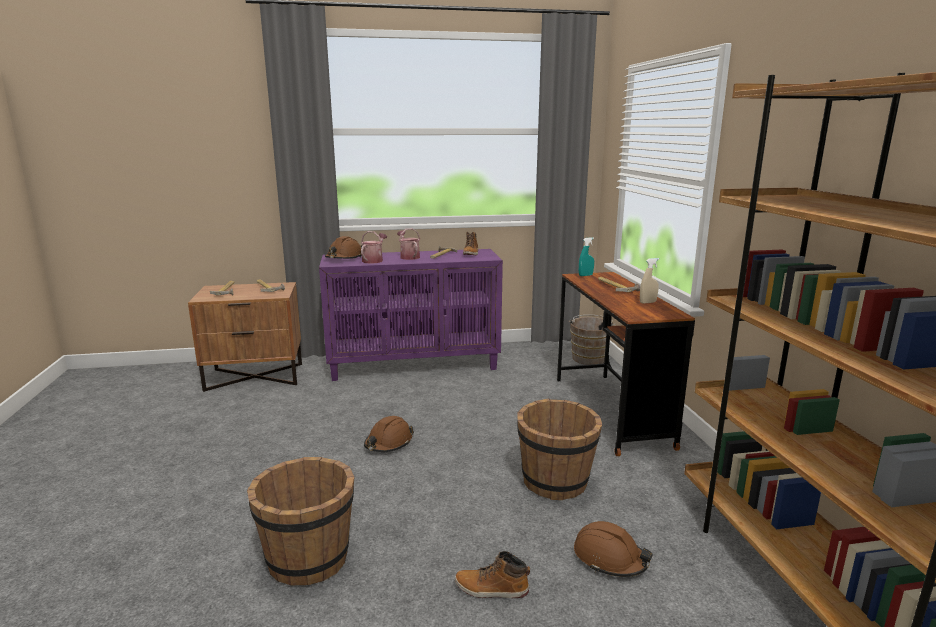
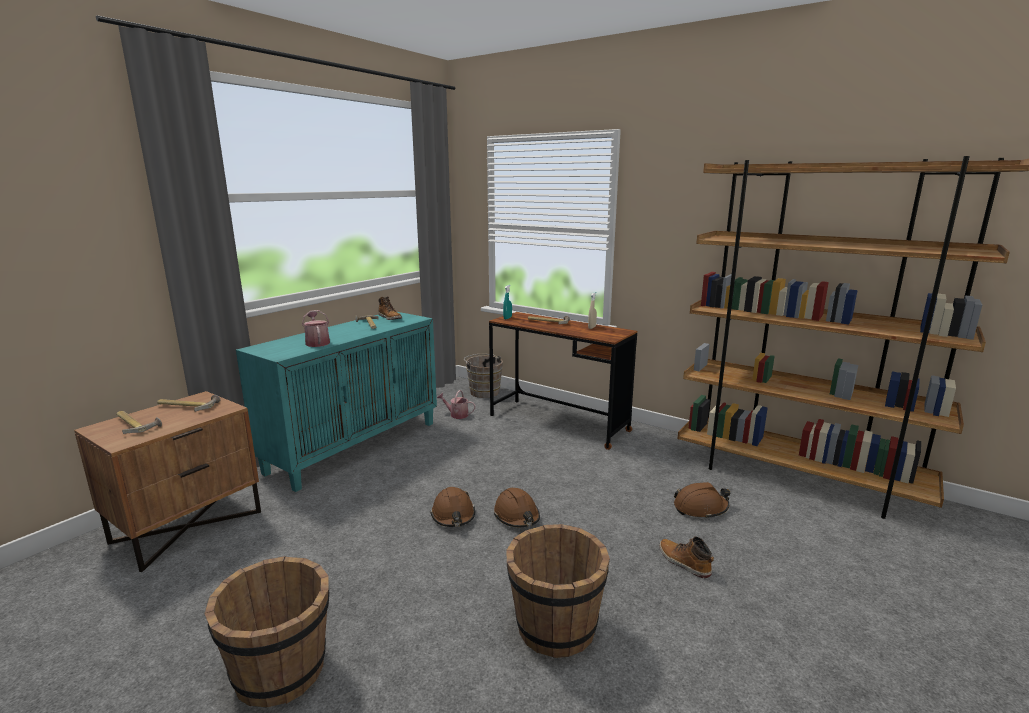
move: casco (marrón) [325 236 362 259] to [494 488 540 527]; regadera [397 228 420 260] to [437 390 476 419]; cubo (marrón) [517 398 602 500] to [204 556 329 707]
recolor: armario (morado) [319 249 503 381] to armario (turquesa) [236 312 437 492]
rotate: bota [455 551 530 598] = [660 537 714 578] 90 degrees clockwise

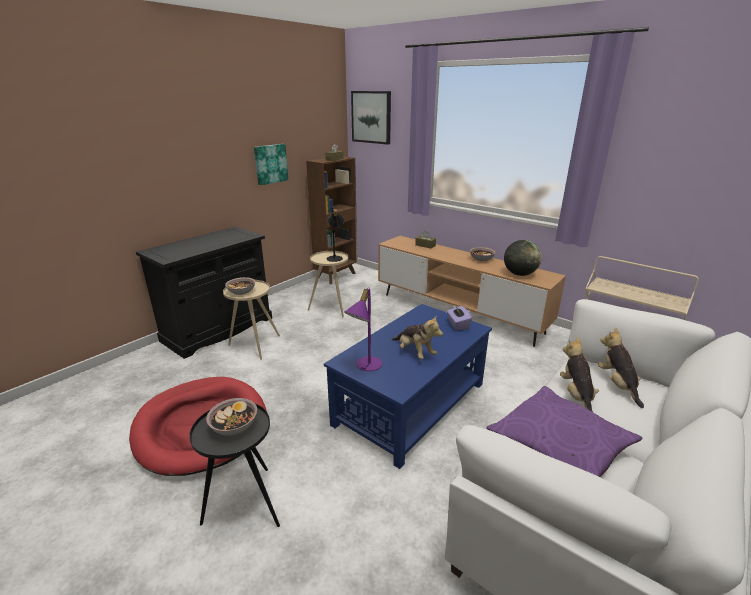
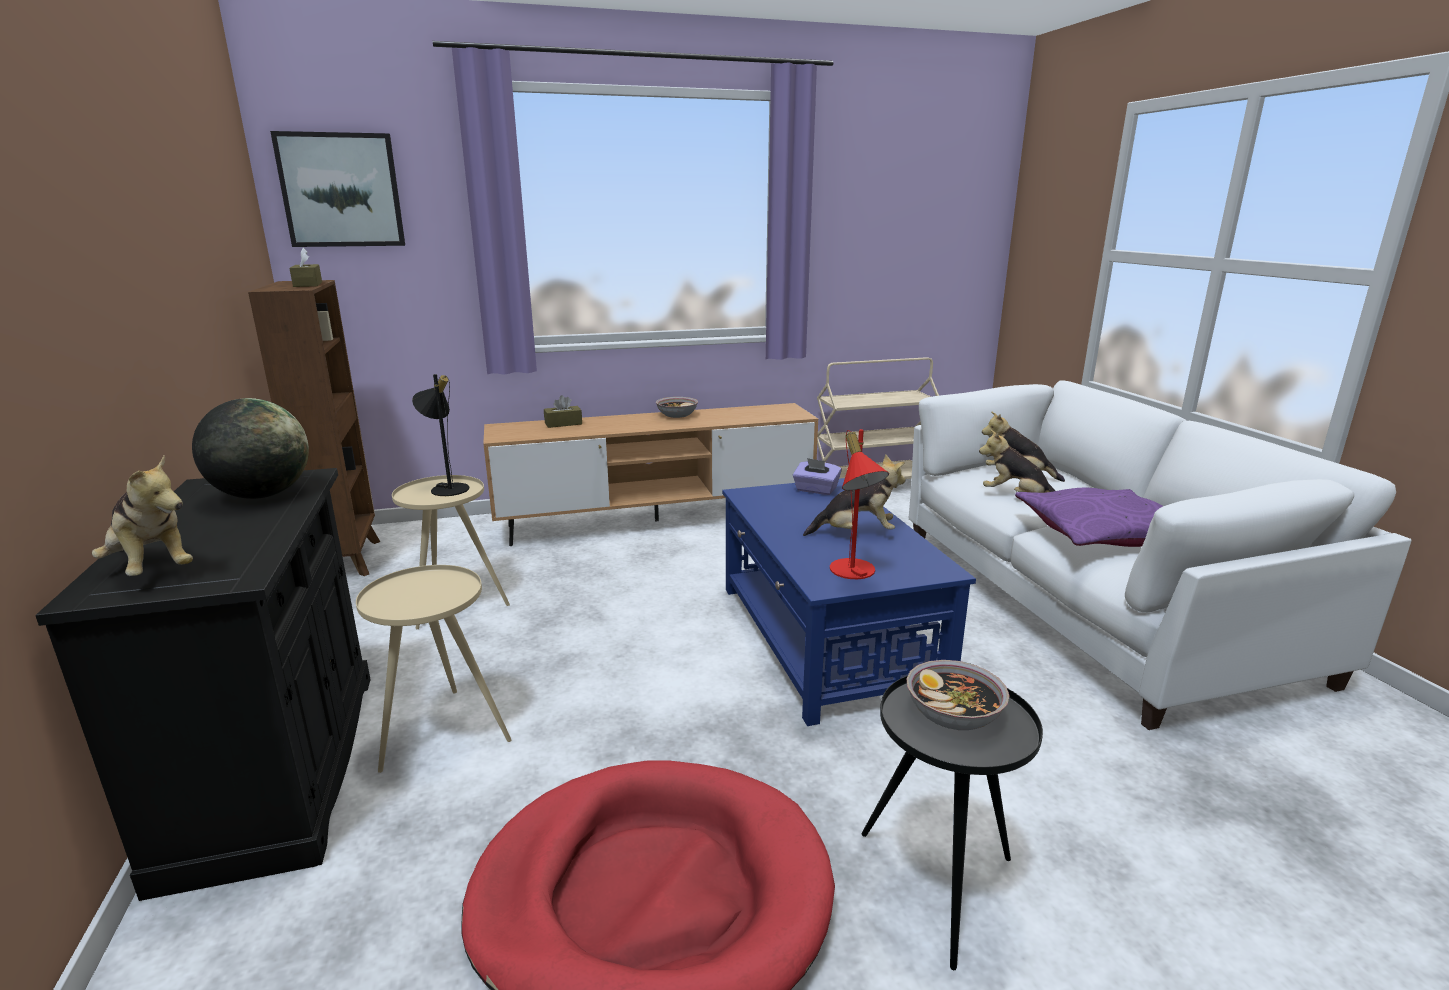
delete: cuenco [225 277 256 295]; cuadro [254 144 288 185]
insert: peluche [92 455 193 576]
move: globo terráqueo [504 240 541 276] to [192 398 309 499]
recolor: lámpara de mesa (morado) [344 287 382 371] to lámpara de mesa (rojo) [830 429 889 579]

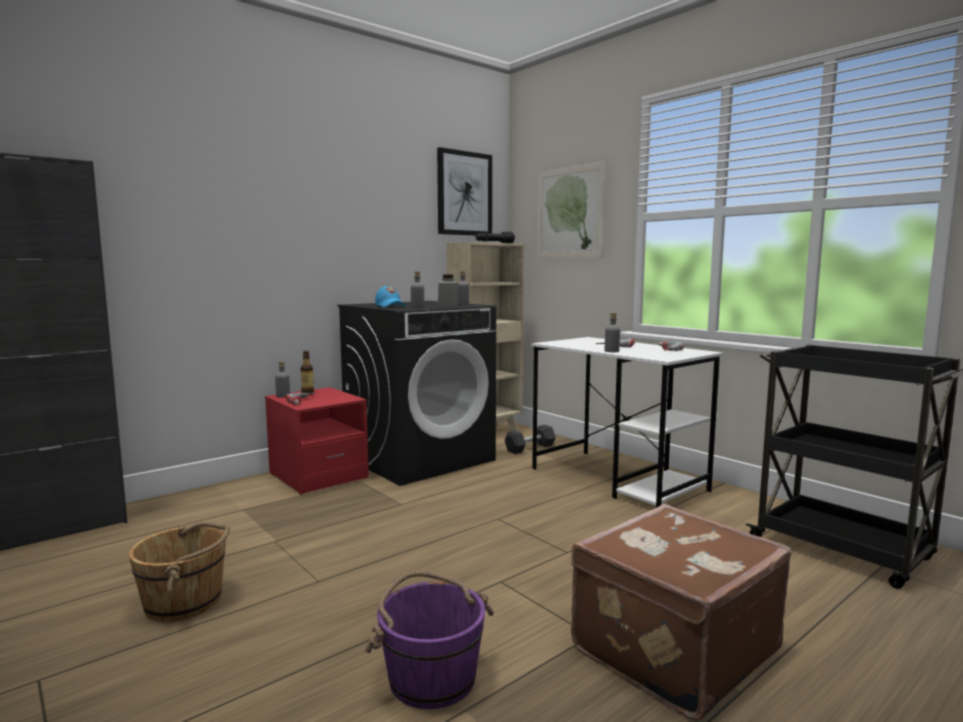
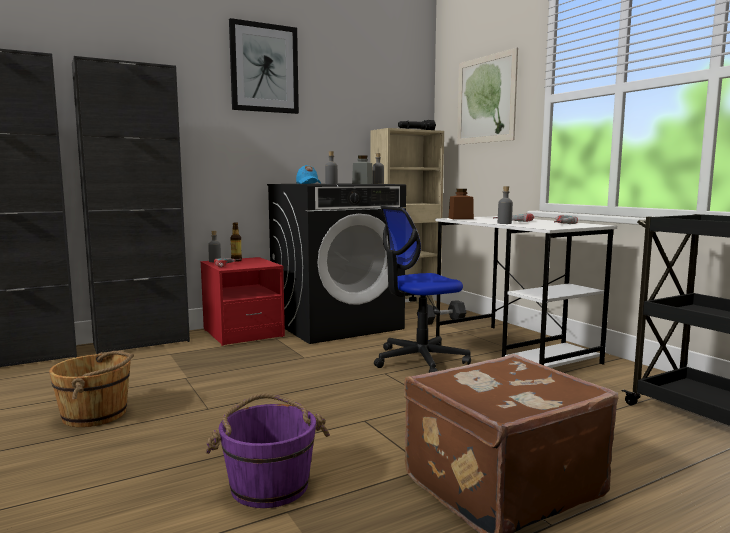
insert: armario (negro) [72 56 190 354]; silla de oficina [374 206 471 373]; tarro (marrón) [449 189 474 219]
move: cuadro [437 147 492 236] to [229 18 299 114]

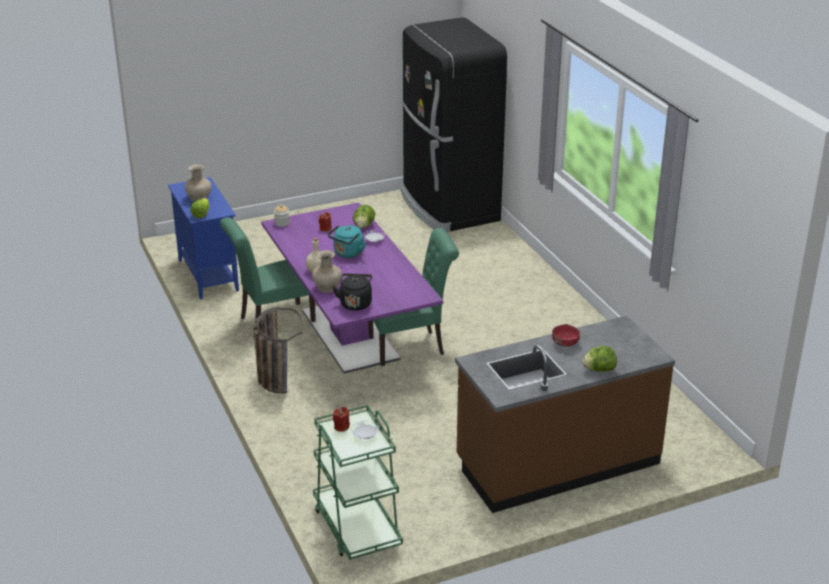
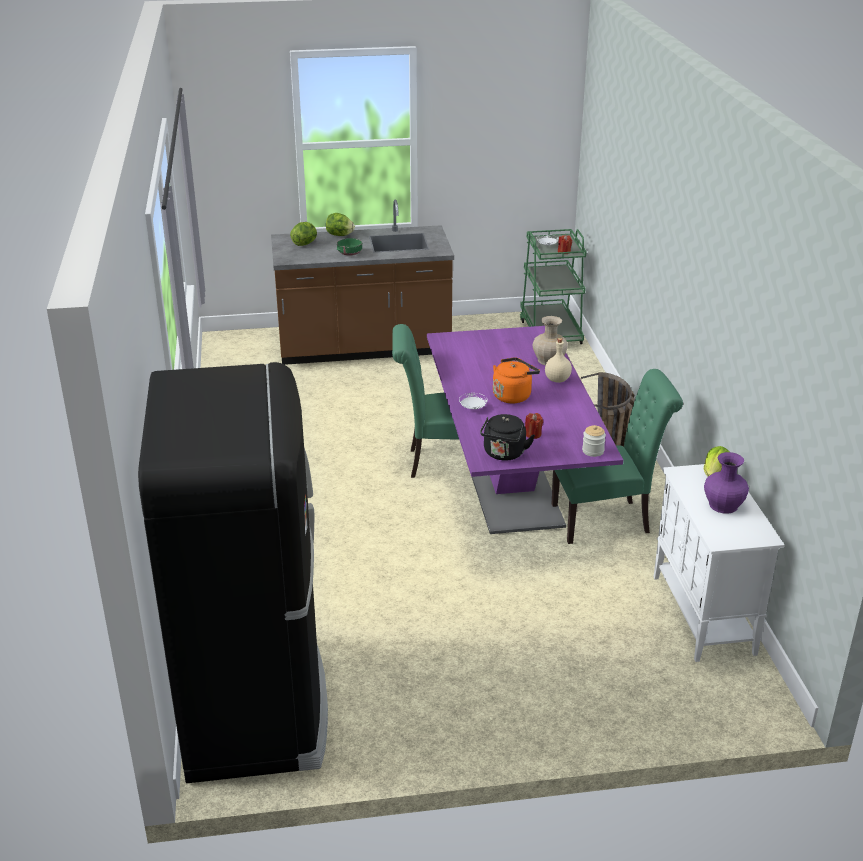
move: hervidor (negro) [332 273 373 310] to [480 414 535 461]; lechuga [353 205 375 229] to [290 222 317 246]
recolor: armario (azul) [168 177 239 299] to armario (blanco) [654 464 785 662]; florero (beis) [185 164 212 202] to florero (morado) [704 452 749 514]; hervidor (turquesa) [328 225 366 258] to hervidor (naranja) [493 357 540 403]; cuenco (rojo) [552 324 580 347] to cuenco (verde) [337 238 362 255]

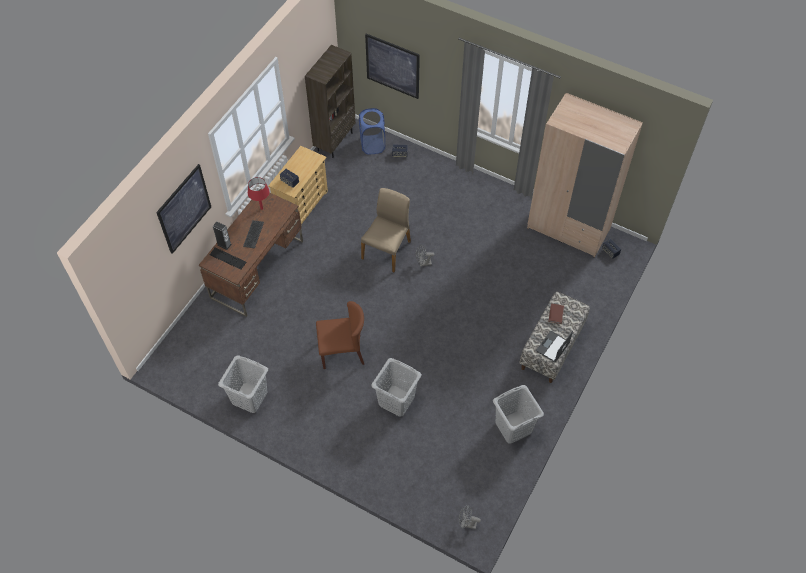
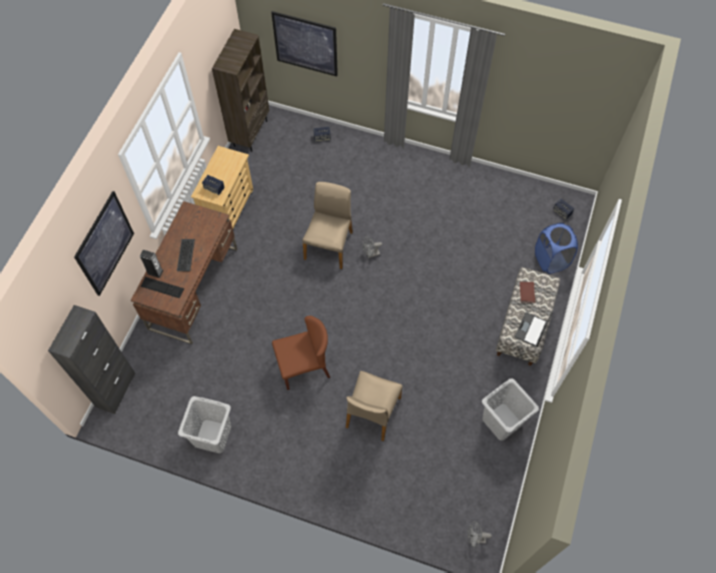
delete: lámpara de mesa (rojo) [248 177 270 210]; armario ropero (beis) [527 93 643 258]
insert: armario (negro) [48 305 135 414]
move: cesto de la ropa (azul) [359 108 385 154] to [535 223 578 274]
replace: cesto de la ropa (gris) [371 358 421 417] to silla (beis) [346 371 402 441]

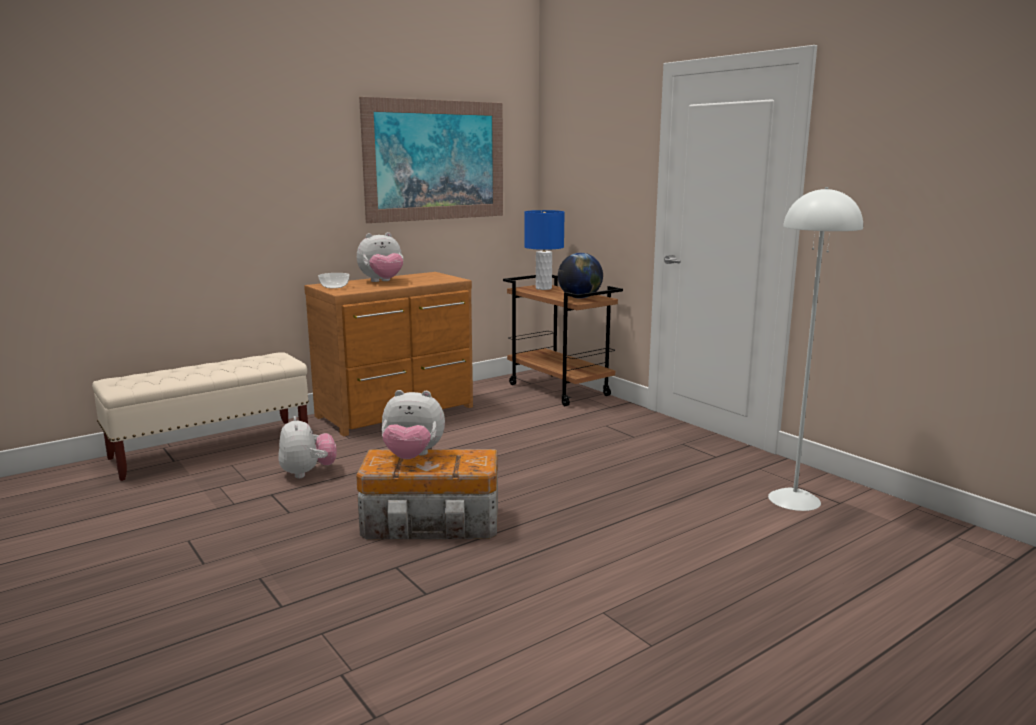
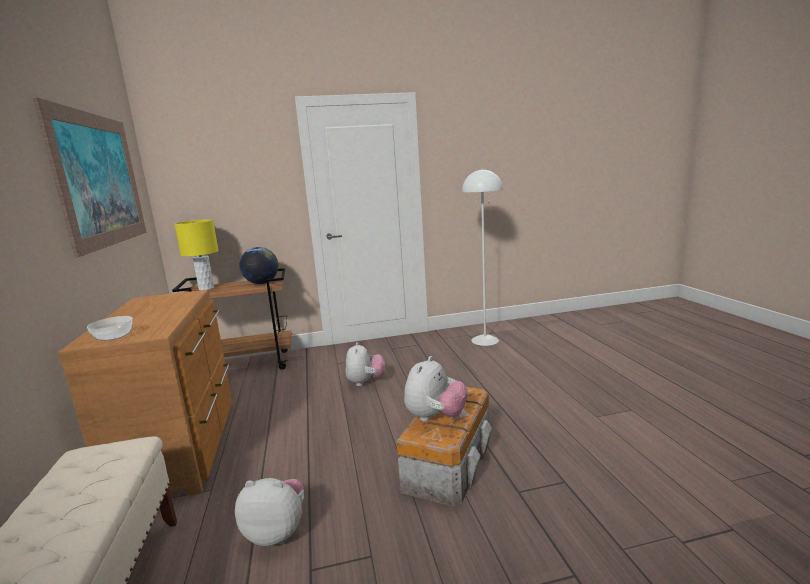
move: peluche [357 232 403 282] to [345 342 385 386]
recolor: lámpara de mesa (azul) [524 210 565 290] to lámpara de mesa (amarillo) [174 219 219 290]

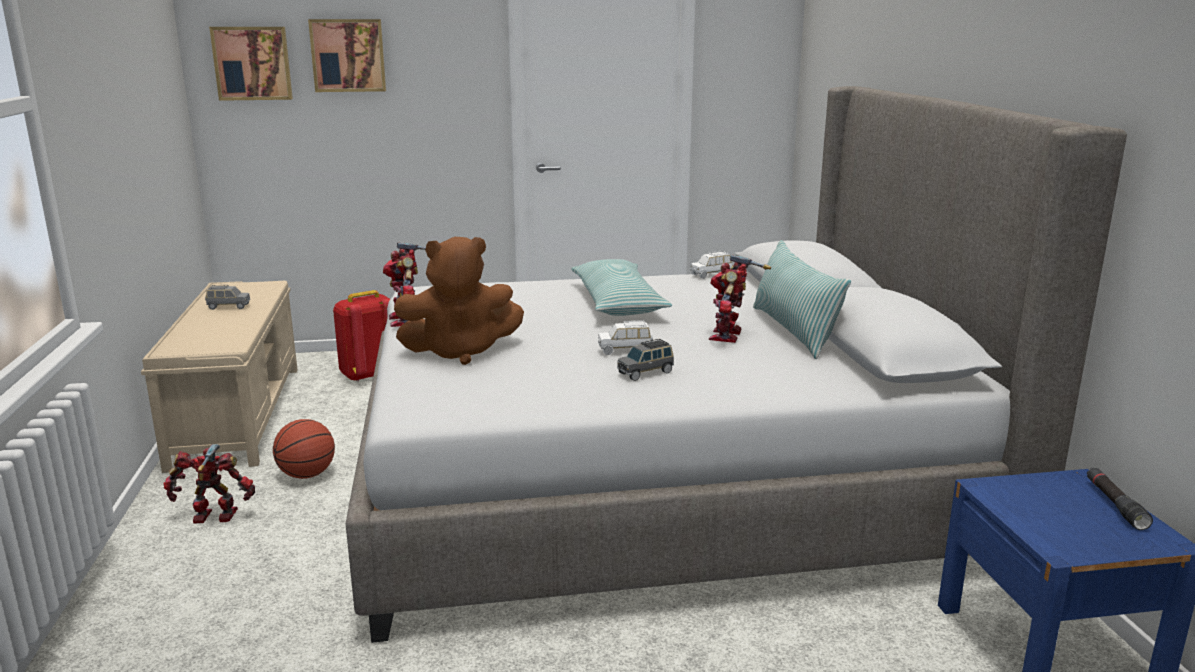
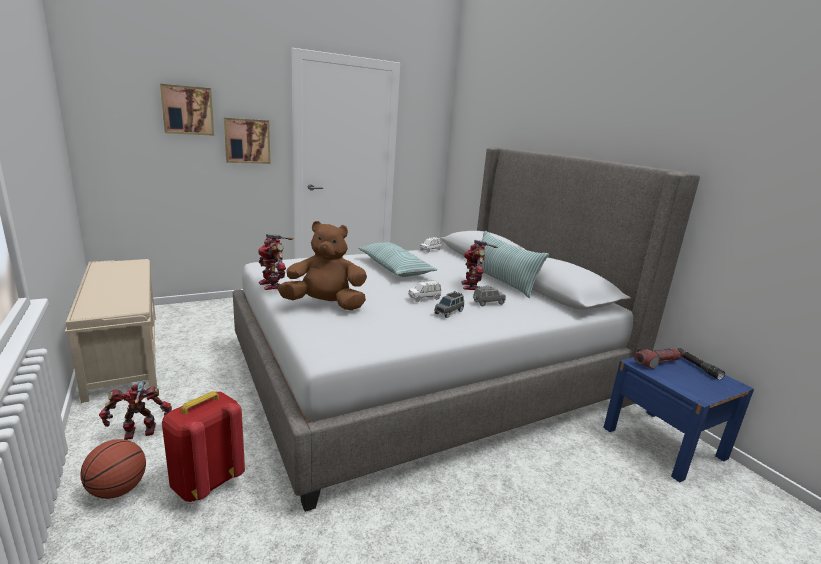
insert: linterna [634 348 681 369]
move: coche de juguete (gris) [205 285 250 310] to [473 286 506 306]; cuadro [209 27 293 101] to [224 118 270 164]; balón de baloncesto [273 419 335 479] to [81 439 146 499]; mochila (rojo) [333 290 390 382] to [162 391 245 502]
rotate: peluche (marrón) [394 237 524 365] = [277 221 367 310] 150 degrees counterclockwise

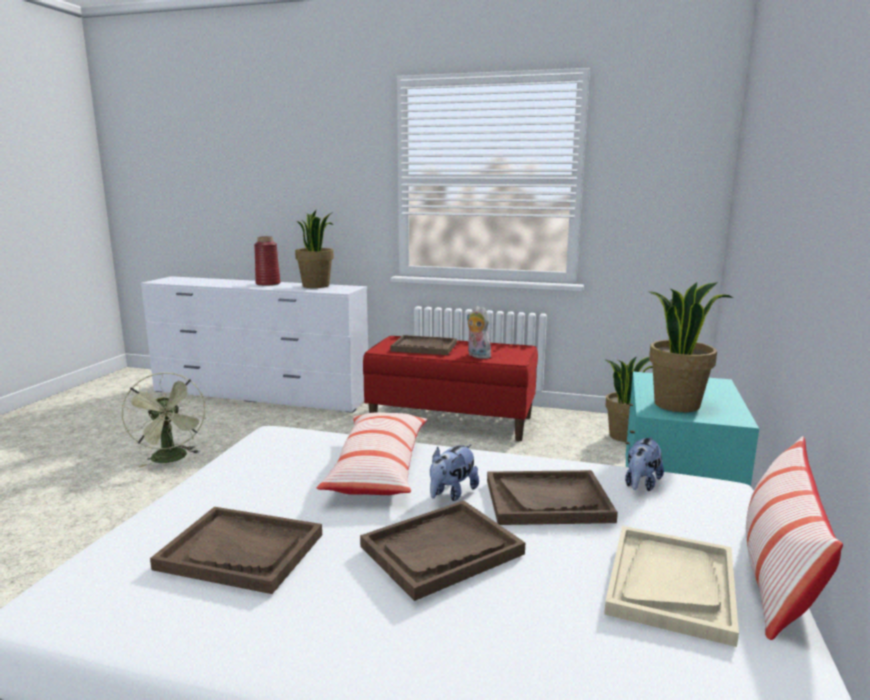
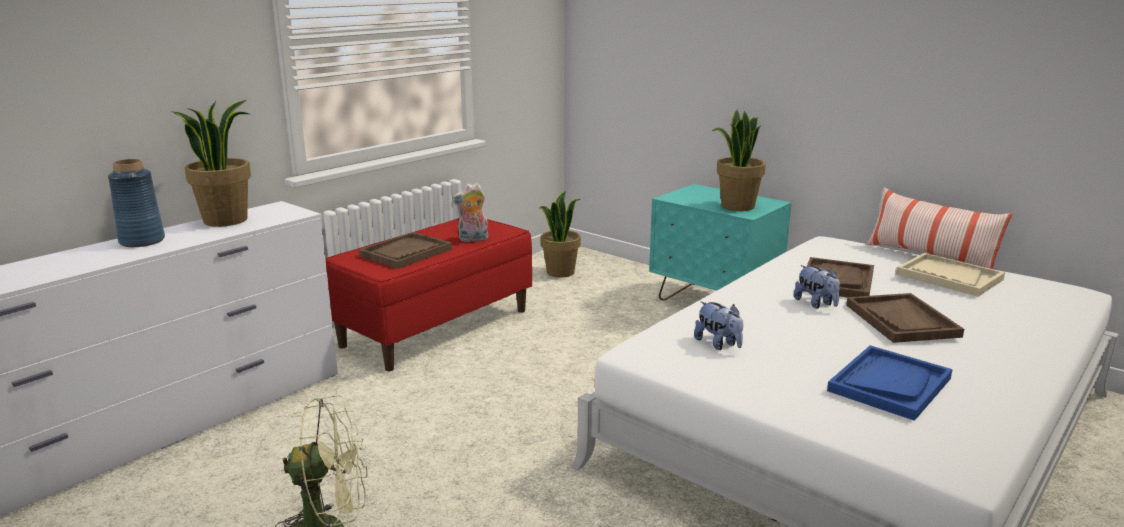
delete: cojín [317 412 427 495]
move: peluche [625 437 664 491] to [694 301 743 350]
recolor: bandeja (marrón) [150 507 322 594] to bandeja (azul) [827 345 953 421]; florero (rojo) [254 236 280 286] to florero (azul) [108 159 165 247]

